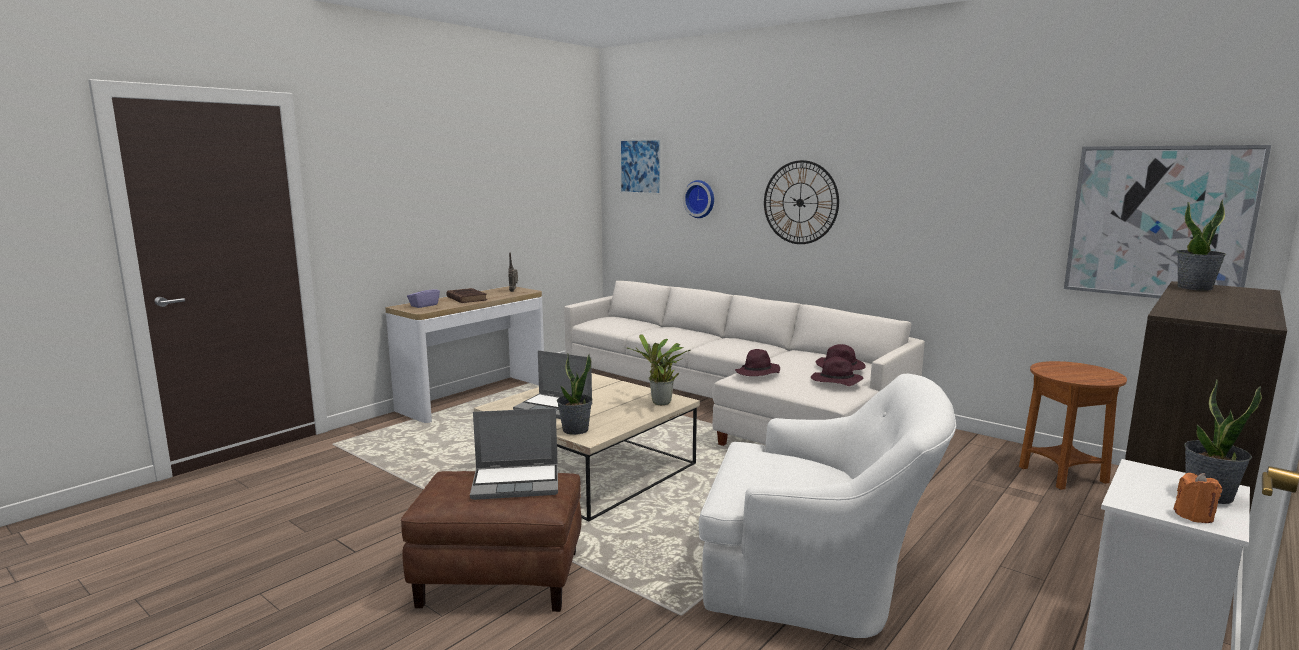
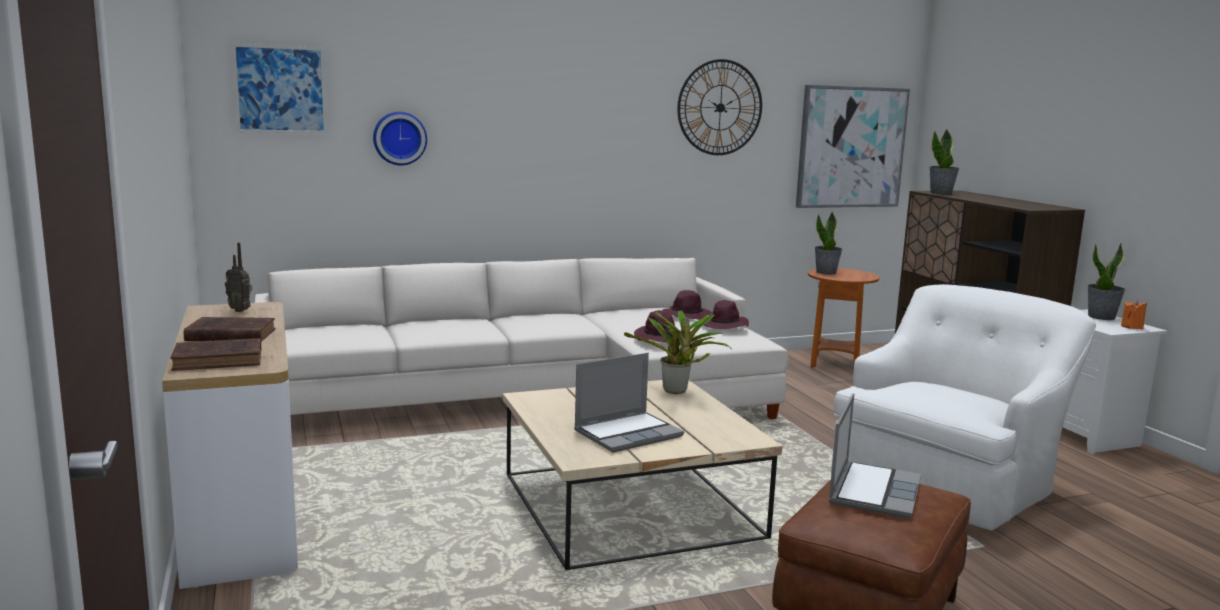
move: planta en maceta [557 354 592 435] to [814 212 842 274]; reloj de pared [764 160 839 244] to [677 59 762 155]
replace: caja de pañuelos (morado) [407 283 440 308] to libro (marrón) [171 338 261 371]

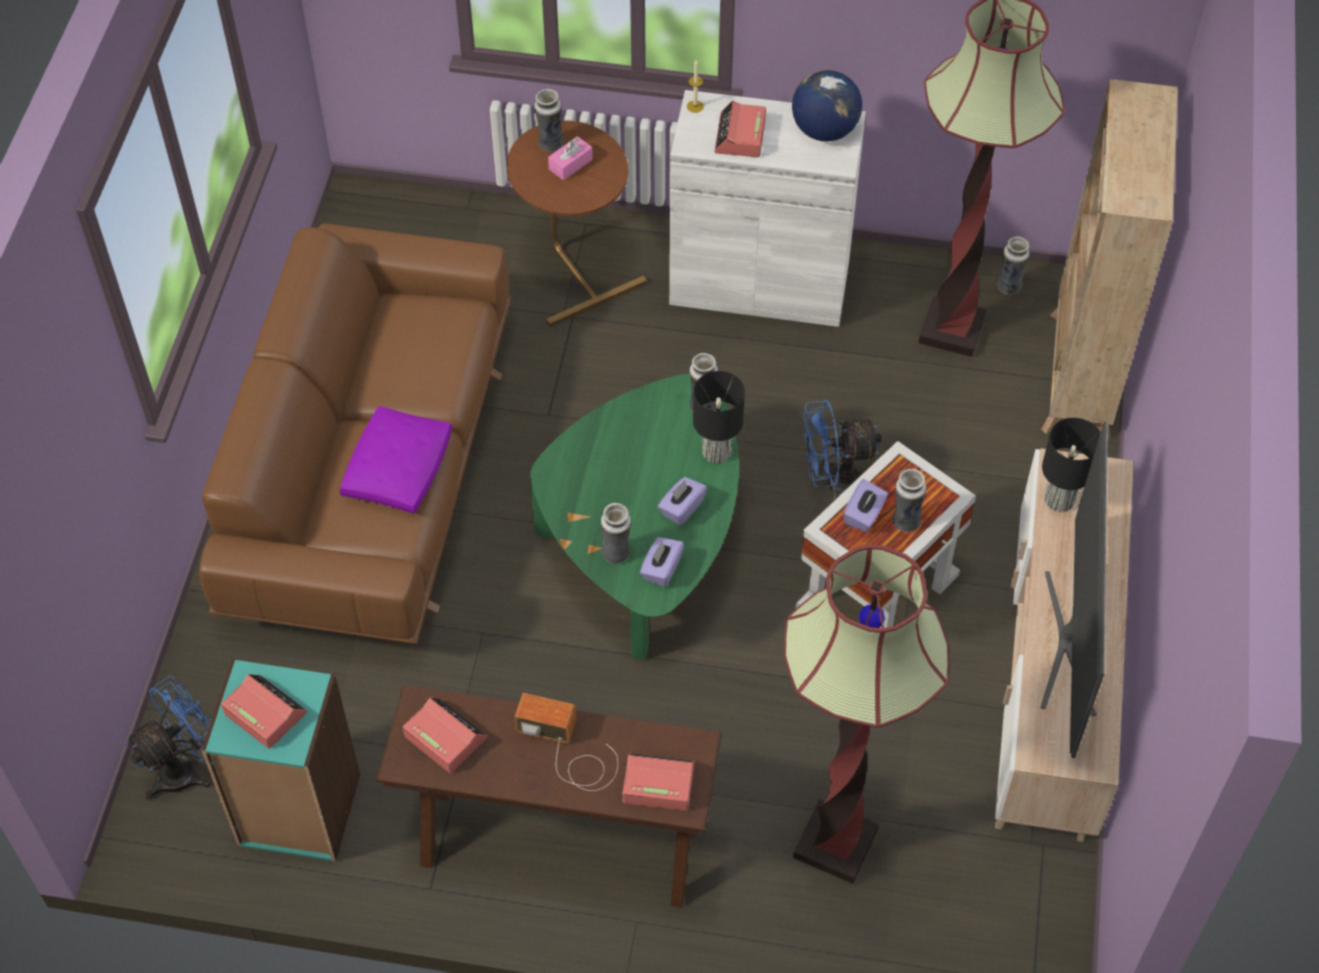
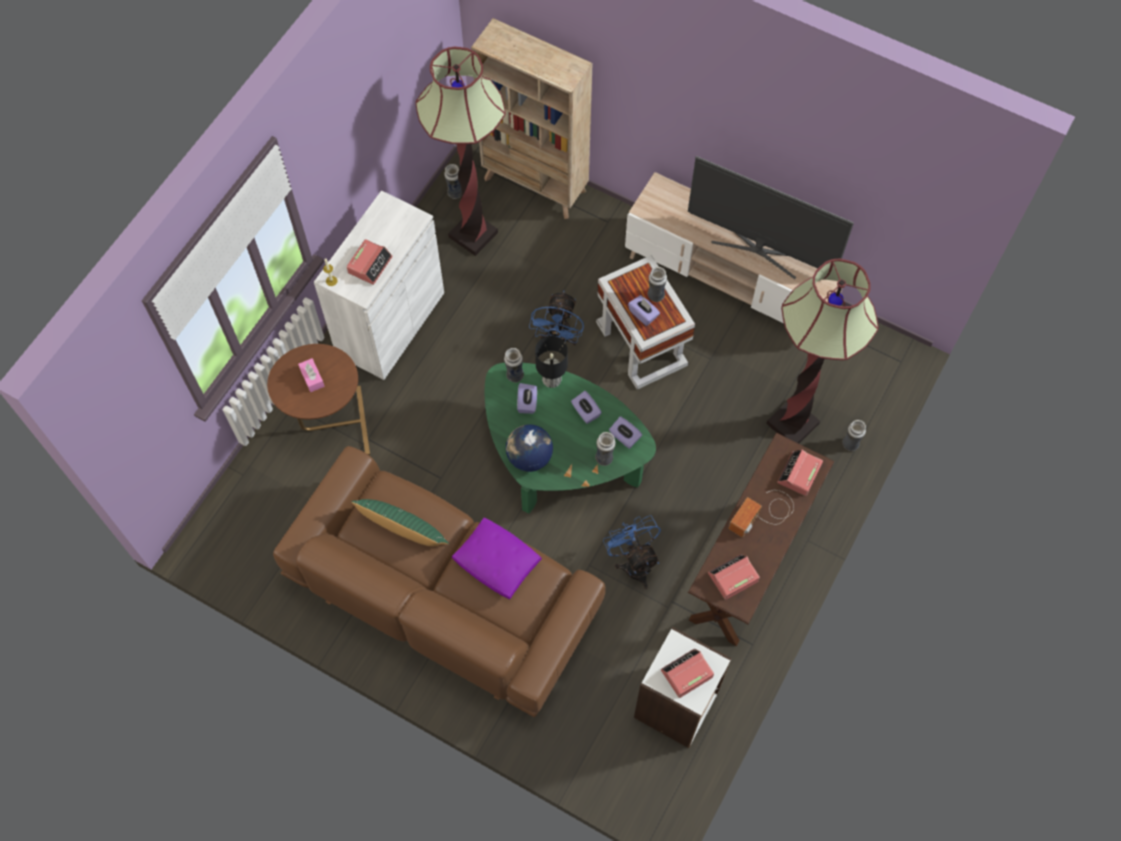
delete: lámpara de mesa (negro) [1042 418 1101 512]
insert: cojín (verde) [351 499 449 546]; caja de pañuelos (morado) [517 383 537 414]
move: ventilador (azul) [125 676 211 800] to [603 515 661 589]; florero [534 89 564 152] to [842 420 866 451]; globo terráqueo [792 70 862 141] to [506 424 553 472]
recolor: estantería (turquesa) [201 659 360 862] to estantería (blanco) [634 627 732 748]
rotate: despertador [715 100 766 157] = [347 239 393 285] 90 degrees counterclockwise

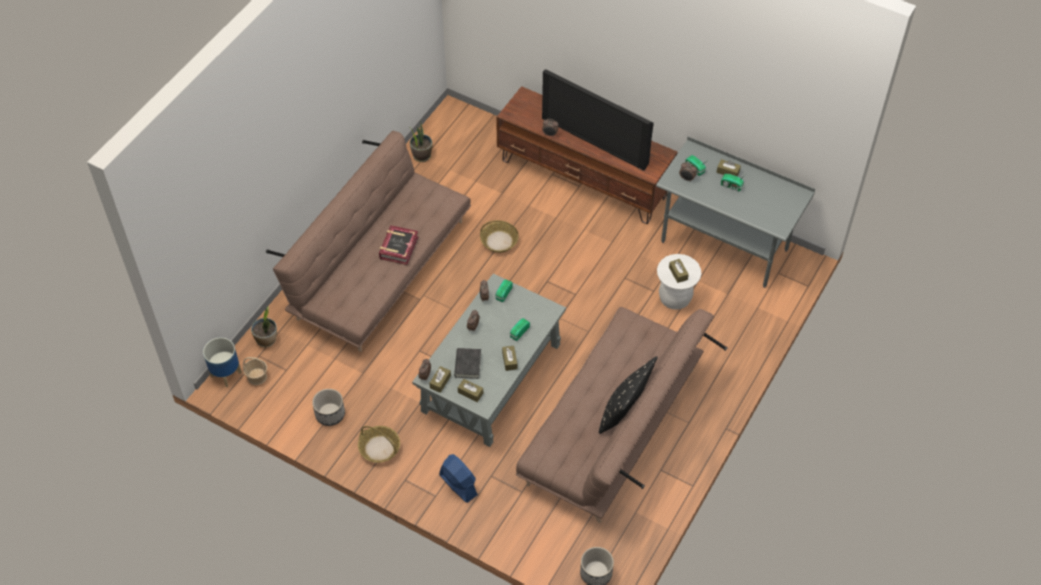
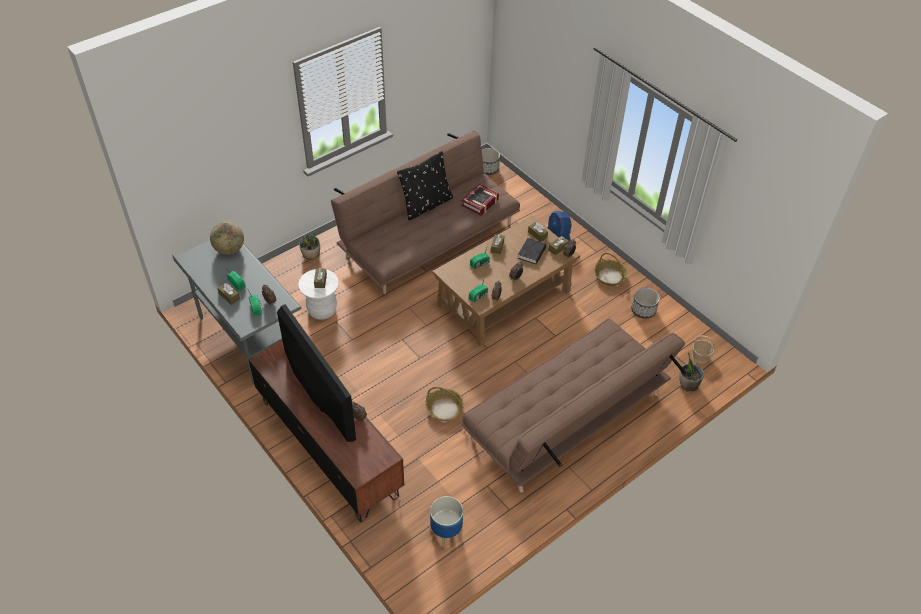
insert: globo terráqueo [210 222 244 255]
move: maceta [203 338 242 387] to [430 496 463 547]; libro [379 225 418 265] to [461 184 499 216]; planta en maceta [410 121 432 162] to [299 231 320 261]
recolor: mesa de centro (gris) [412 274 566 447] to mesa de centro (marrón) [432 216 580 347]

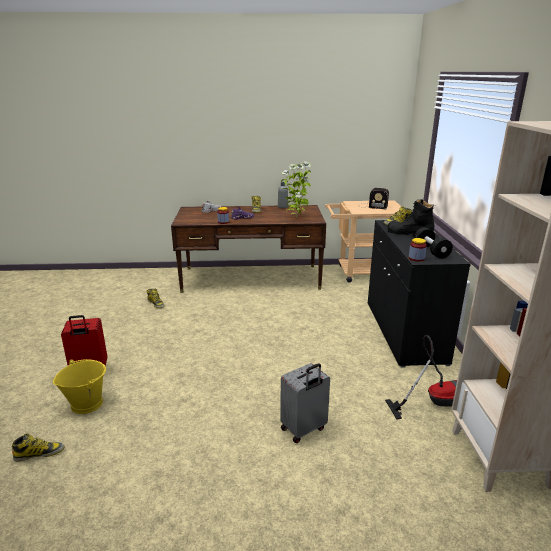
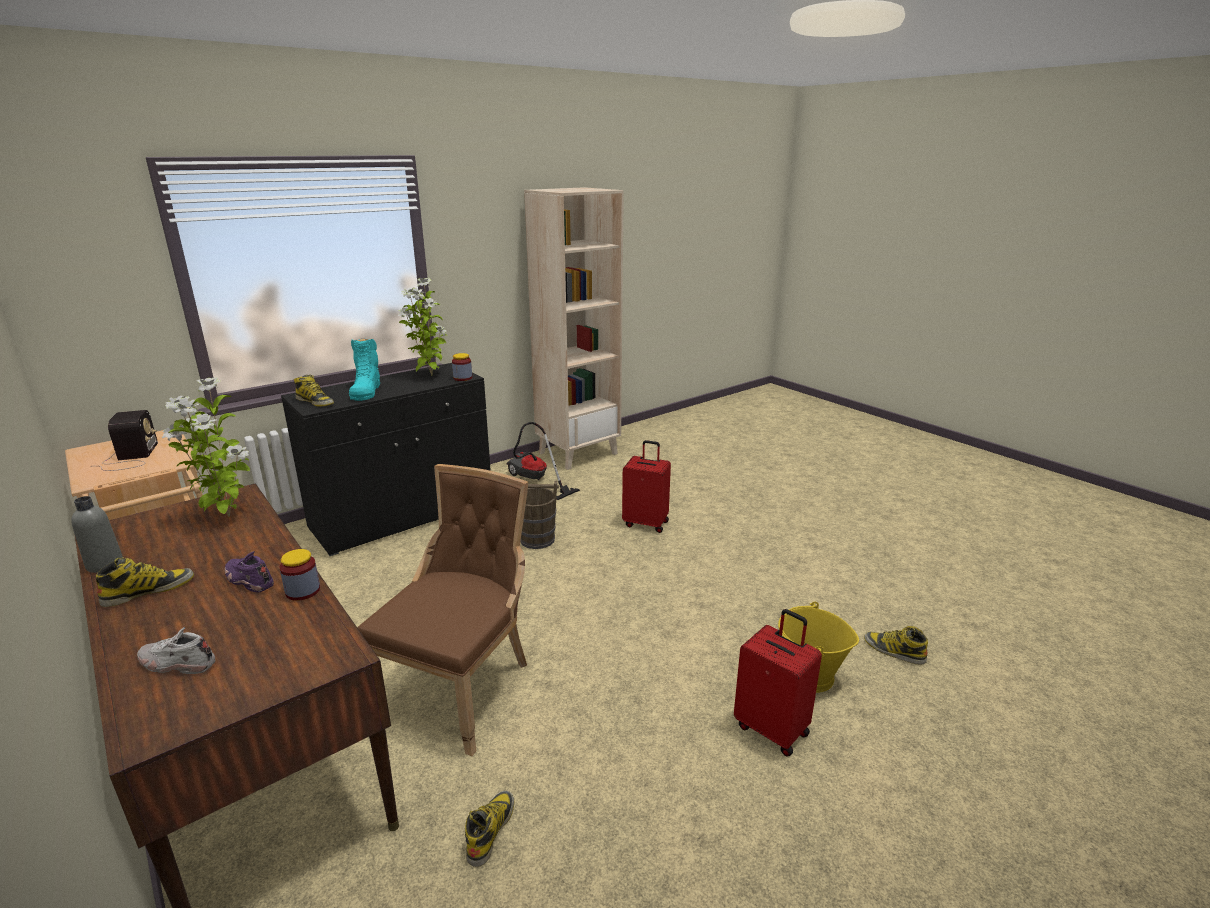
insert: silla (marrón) [357 464 528 756]; cubo (marrón) [520 481 559 549]
replace: mancuerna (negro) [414 227 453 259] to planta en maceta [398 278 447 376]
recolor: maleta (gris) [280 363 330 443] to maleta (rojo) [622 440 671 533]; bota (negro) [387 200 435 237] to bota (turquesa) [349 339 380 401]

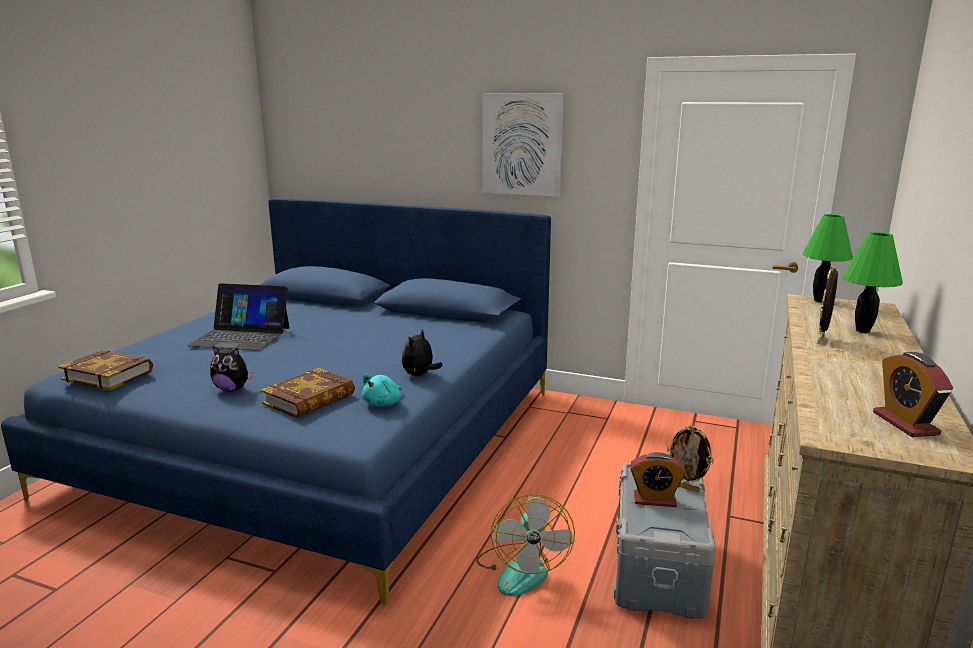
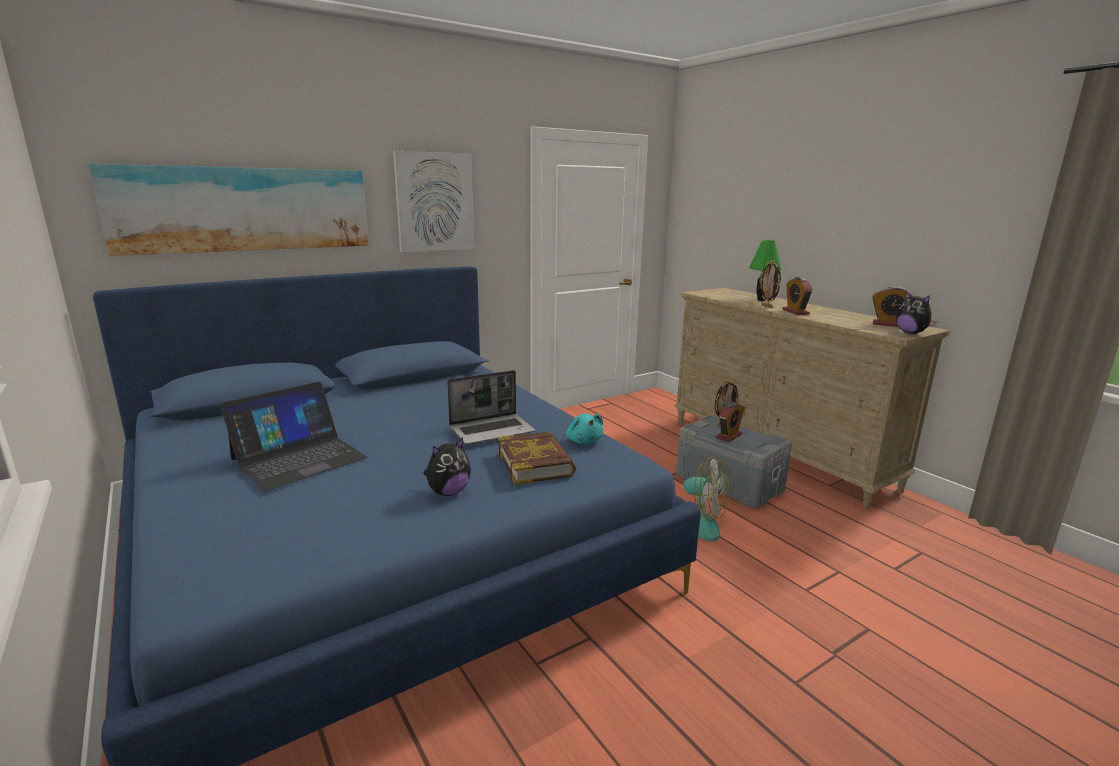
delete: libro [58 350 153 390]; lámpara de mesa (verde) [802 214 853 303]
insert: cuadro [89 164 368 256]; portátil [447 370 536 444]; despertador [782 277 813 315]
move: peluche [402 329 443 376] to [896 291 937 334]

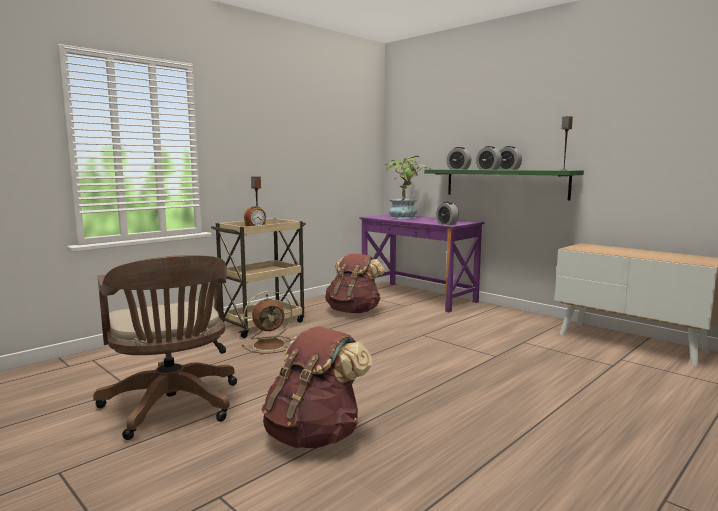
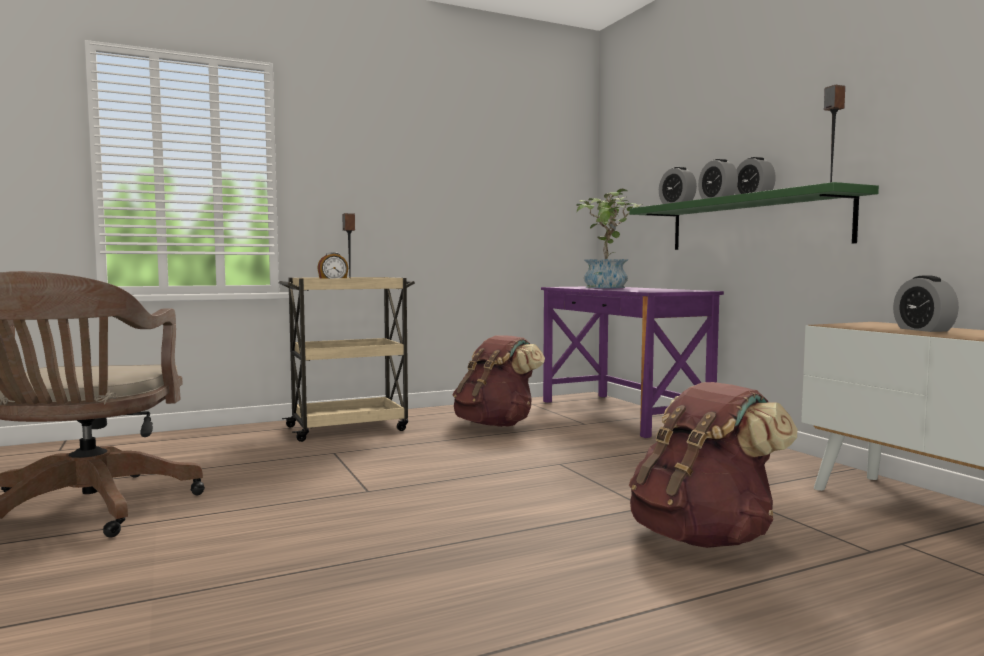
delete: ventilador (marrón) [242 291 292 354]
move: mochila (marrón) [261 326 372 449] to [629 382 797 548]; despertador [436 202 459 225] to [893 275 959 332]

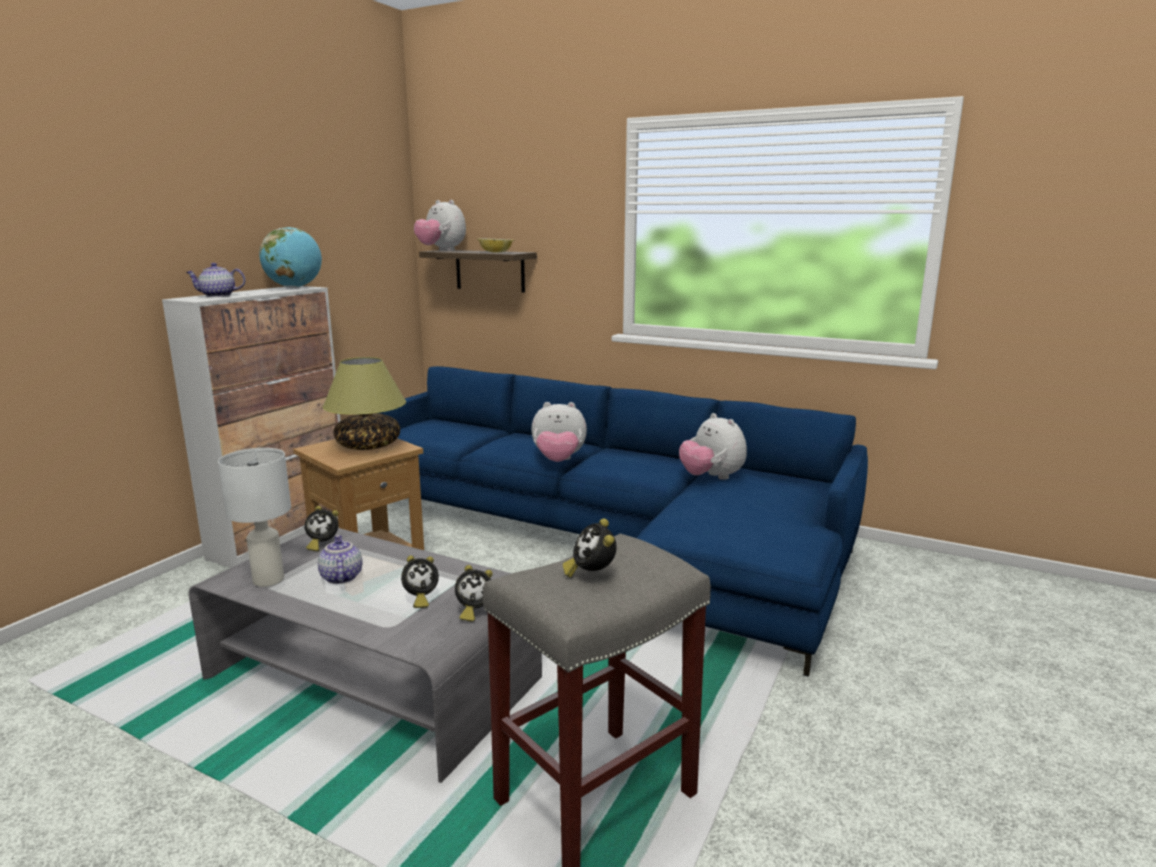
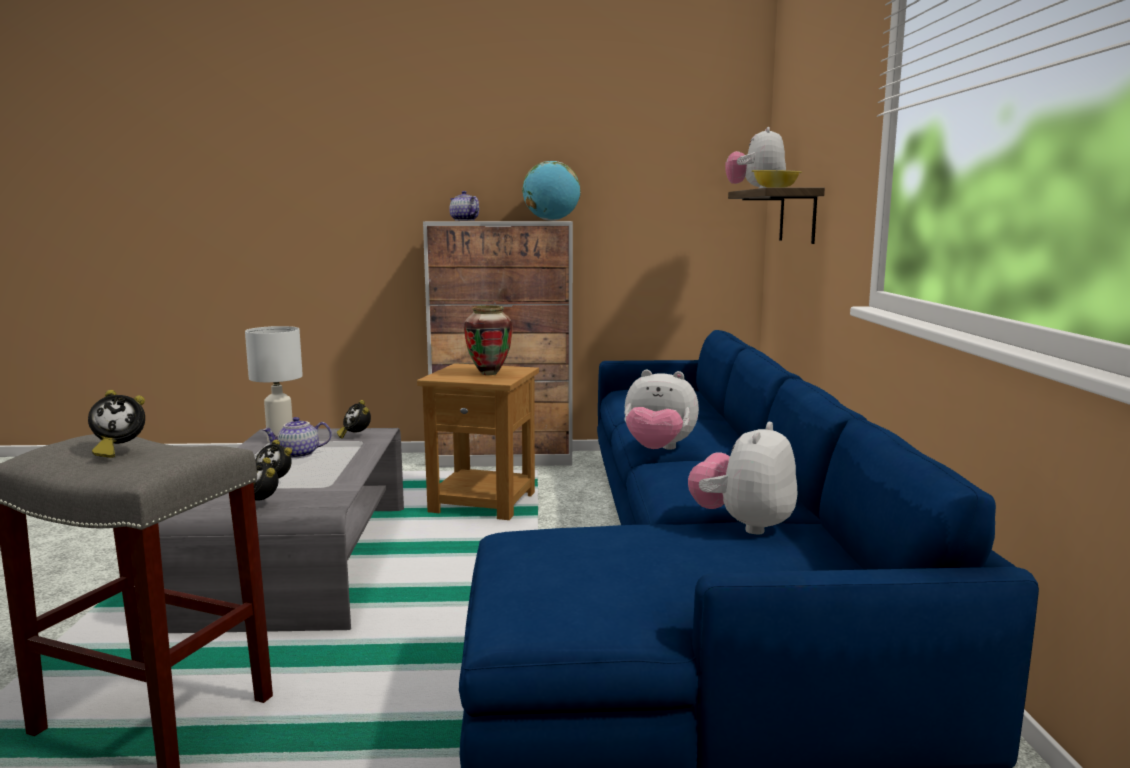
replace: lámpara de mesa [323 357 406 450] to florero [464 305 513 375]
rotate: tetera [318 535 362 584] = [263 417 332 458] 150 degrees counterclockwise; peluche [531 402 587 462] = [624 370 699 450] 45 degrees counterclockwise; despertador [563 518 617 578] = [88 390 145 458] 150 degrees counterclockwise

